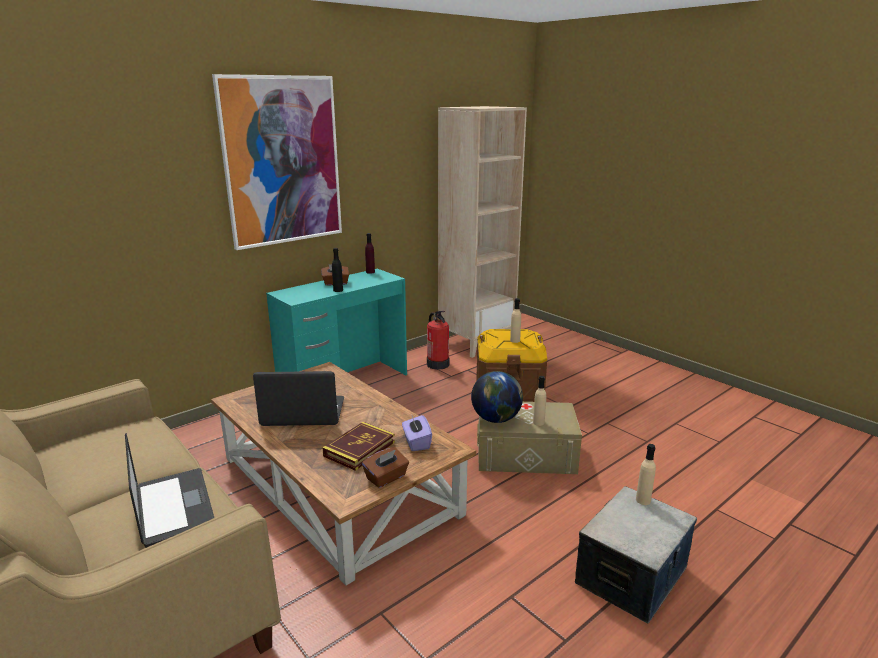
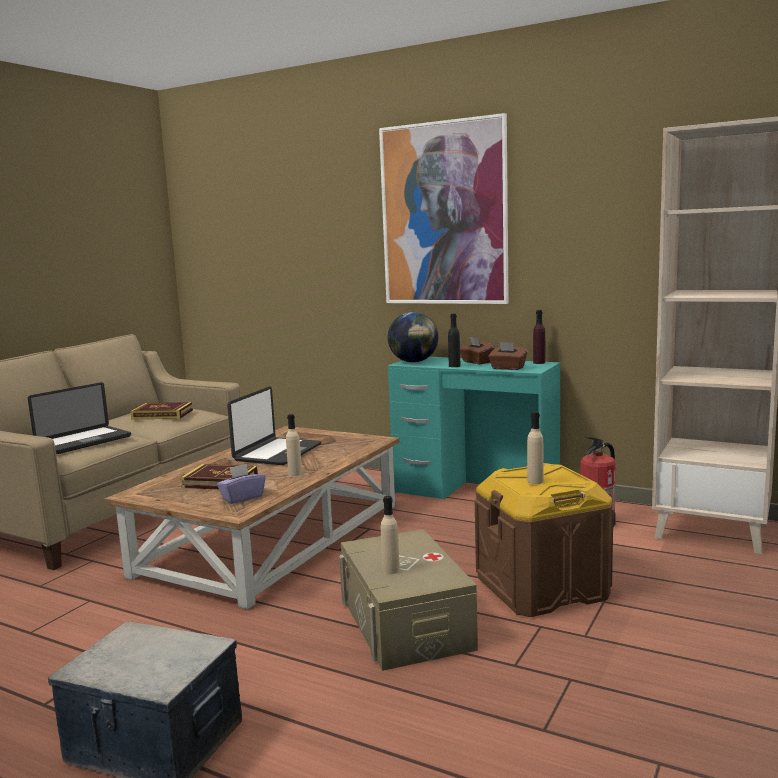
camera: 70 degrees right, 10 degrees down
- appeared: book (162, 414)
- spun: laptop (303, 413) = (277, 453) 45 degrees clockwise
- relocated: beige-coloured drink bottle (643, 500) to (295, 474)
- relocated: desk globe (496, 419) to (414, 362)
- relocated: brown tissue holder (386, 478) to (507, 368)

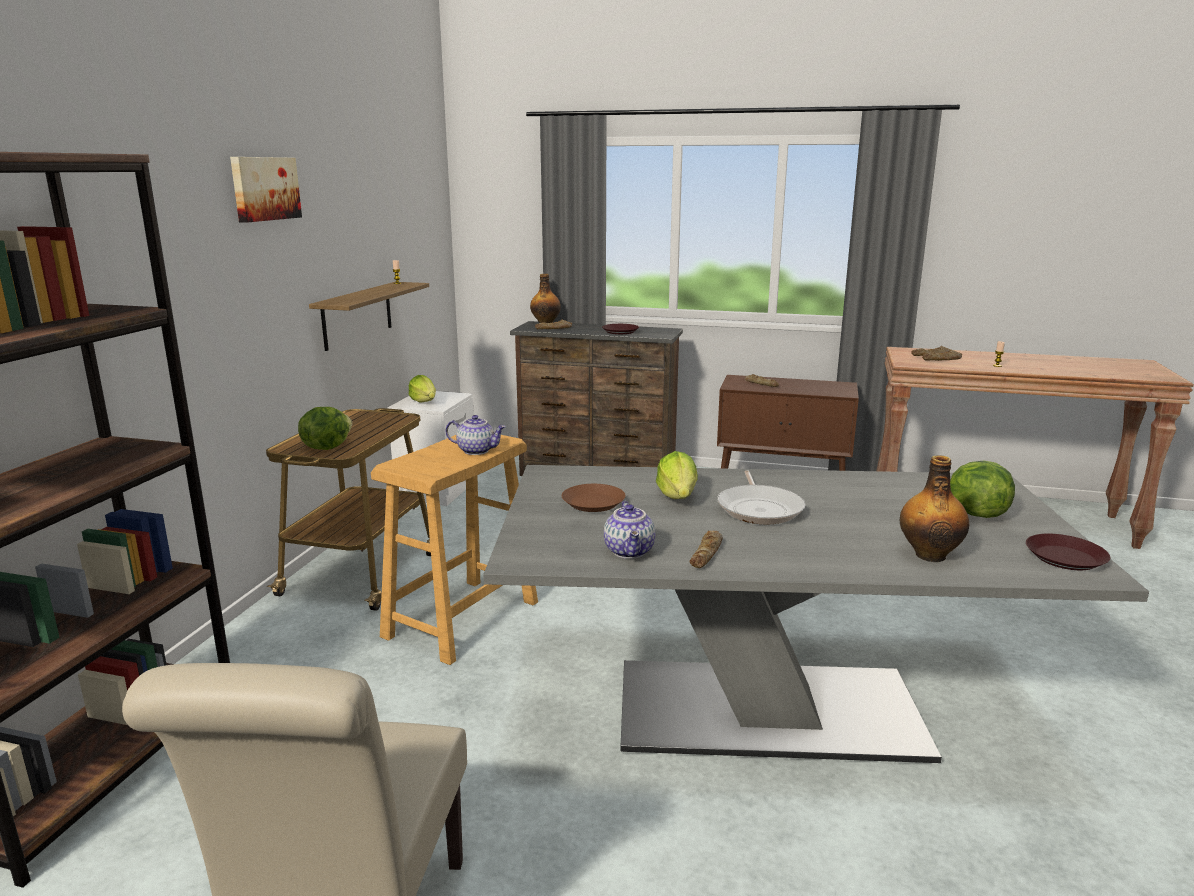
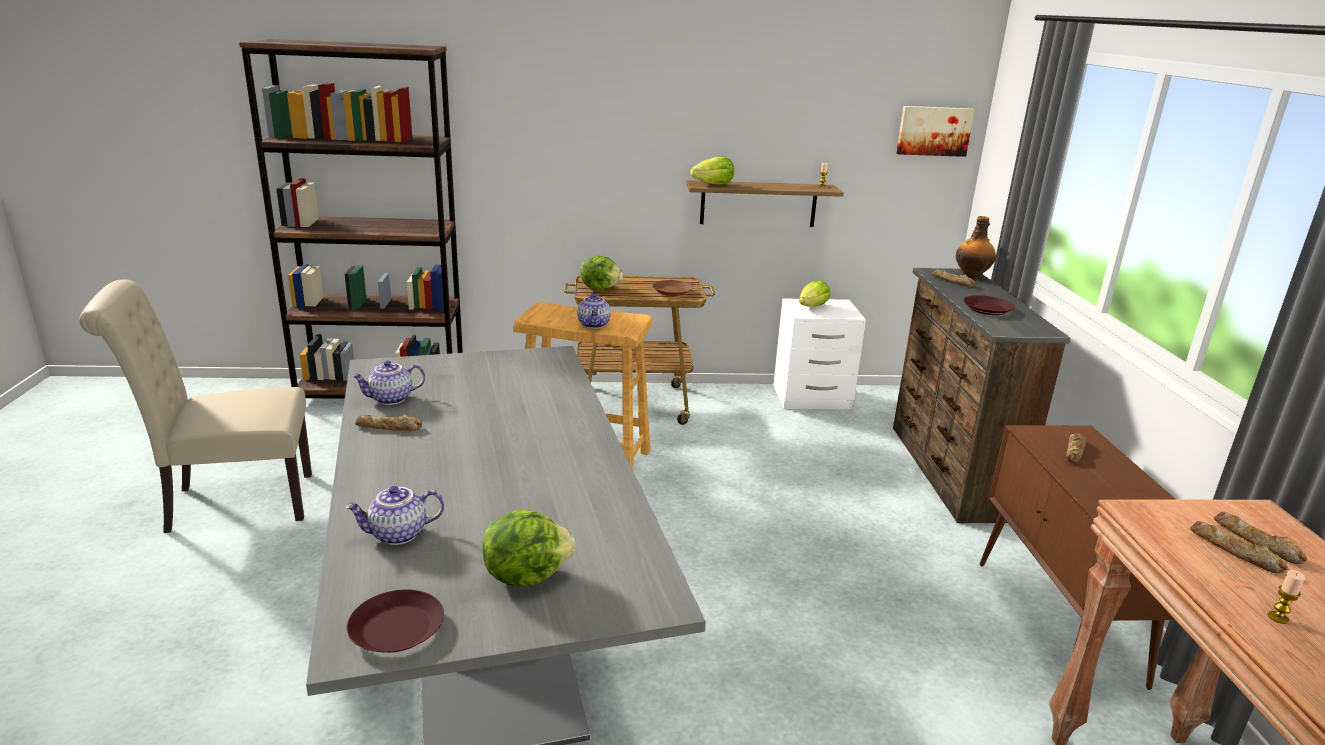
camera: 70 degrees right, 5 degrees up
- exchanged: drink bottle (929, 555) to pot for tea (398, 535)
- relocated: brown plate (593, 503) to (671, 291)
- relocated: head of lettuce (678, 497) to (713, 185)
- relocated: picture (264, 188) to (933, 131)
- missing: frying pan (759, 508)

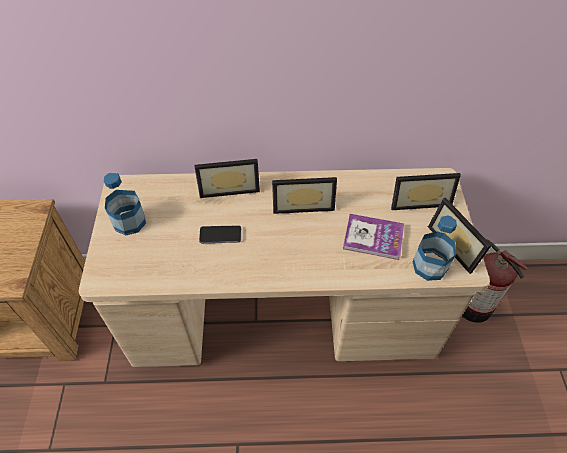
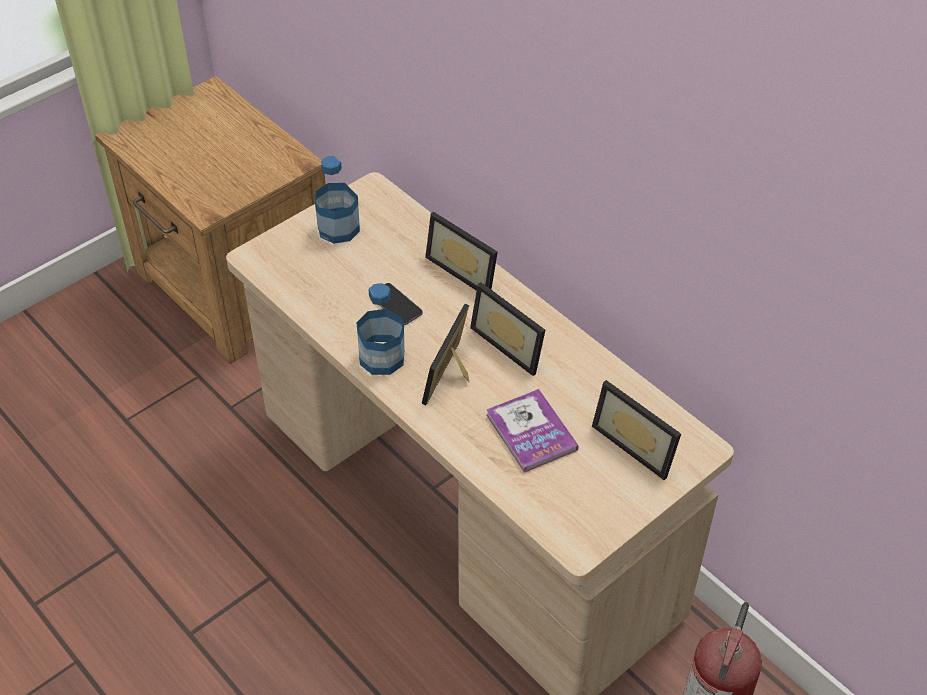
camera: 50 degrees right, 5 degrees down
- relocated: drink bottle (429, 266) to (382, 358)
- relocated: standing frame (457, 245) to (455, 376)

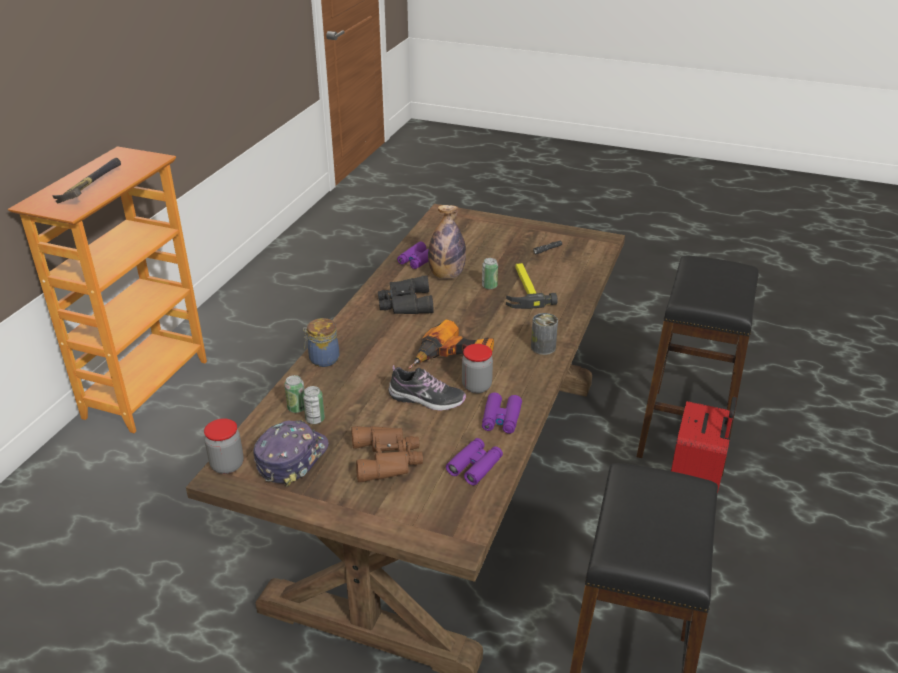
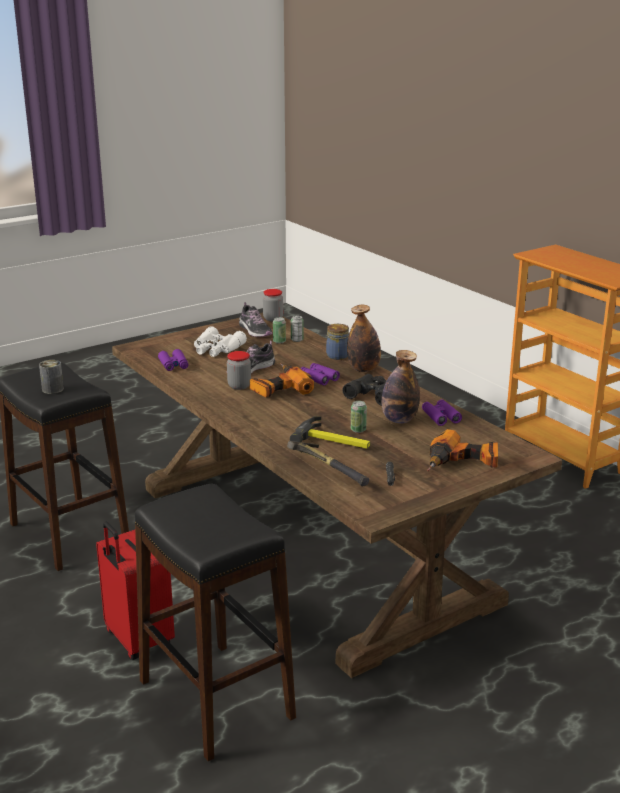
camera: 125 degrees right, 10 degrees down
- relocated: sealed can (543, 347) to (52, 389)
- colour: brown binoculars (388, 458) to whitish binoculars (216, 349)
- exchanged: cap (291, 458) to low shoe (255, 331)
- relocated: hand hammer (88, 189) to (330, 470)
- relocated: purple binoculars (501, 419) to (318, 378)
- appeared: drink bottle (364, 369)
- appeared: electric drill (462, 464)

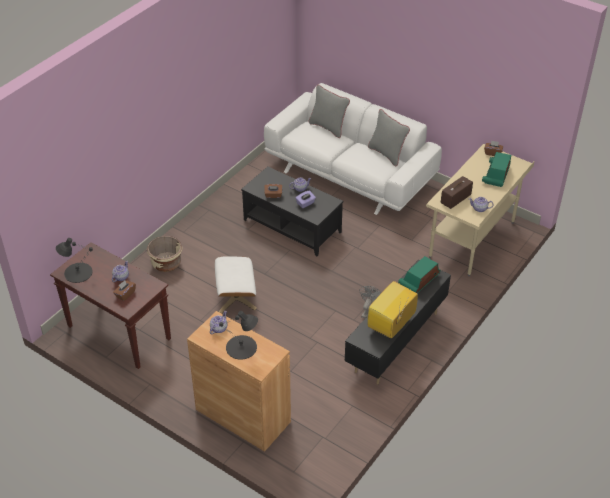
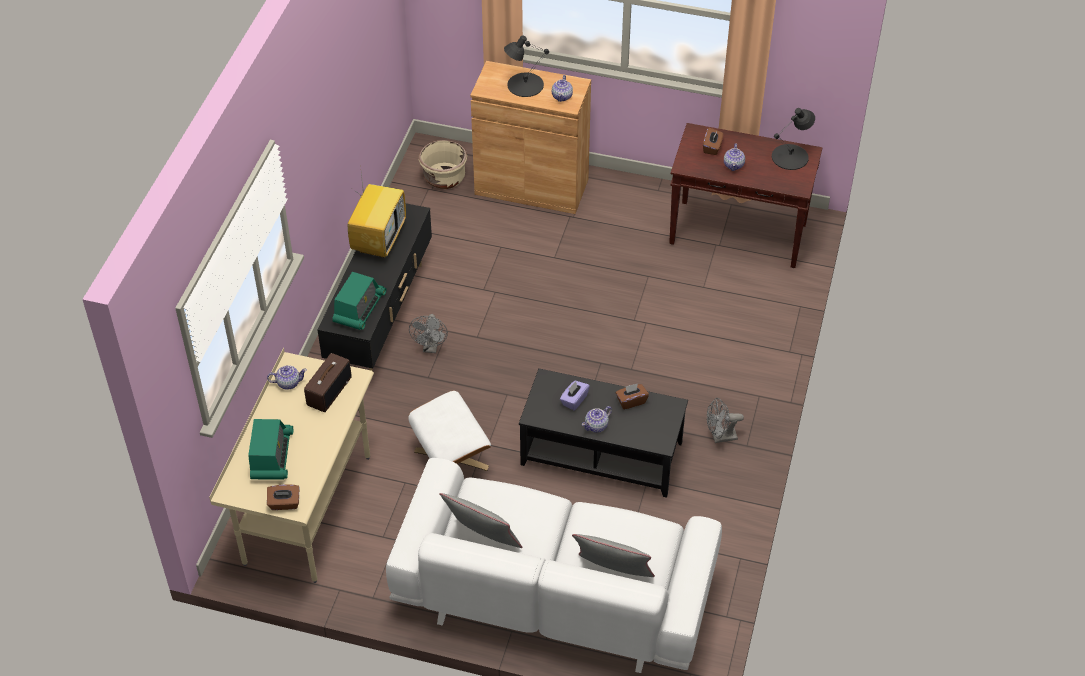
camera: 160 degrees right, 5 degrees up
- relocated: whitish footrest (236, 298) to (451, 459)
- relocated: beige-coloured planter (166, 263) to (444, 178)
- appeared: greyish fan (720, 437)

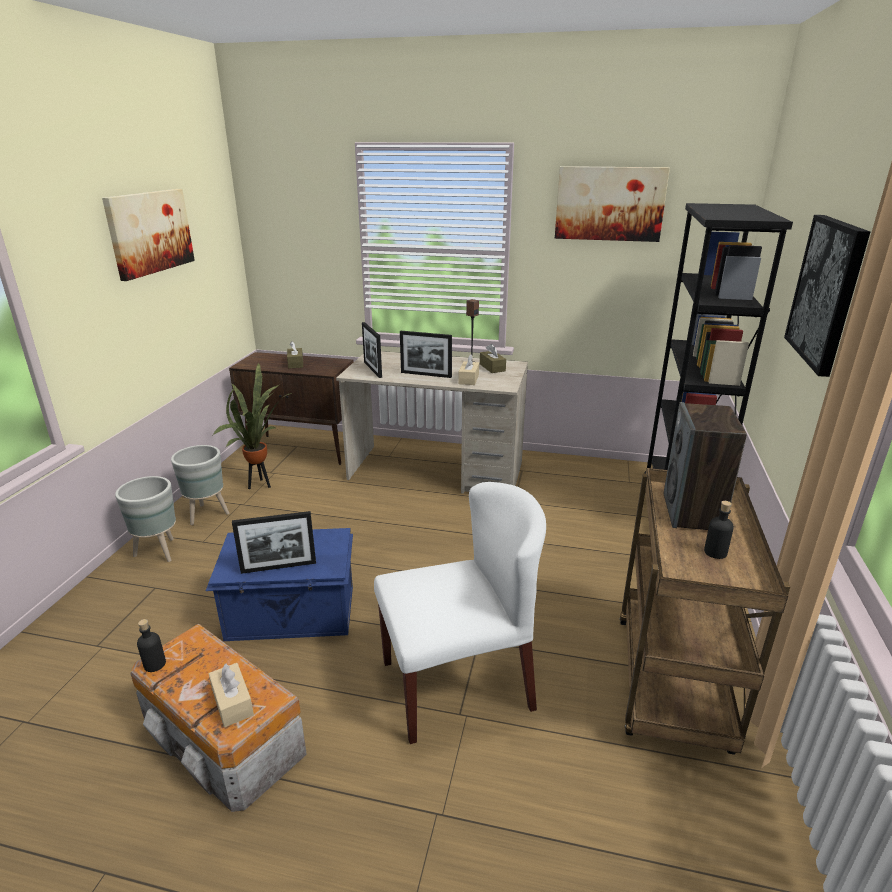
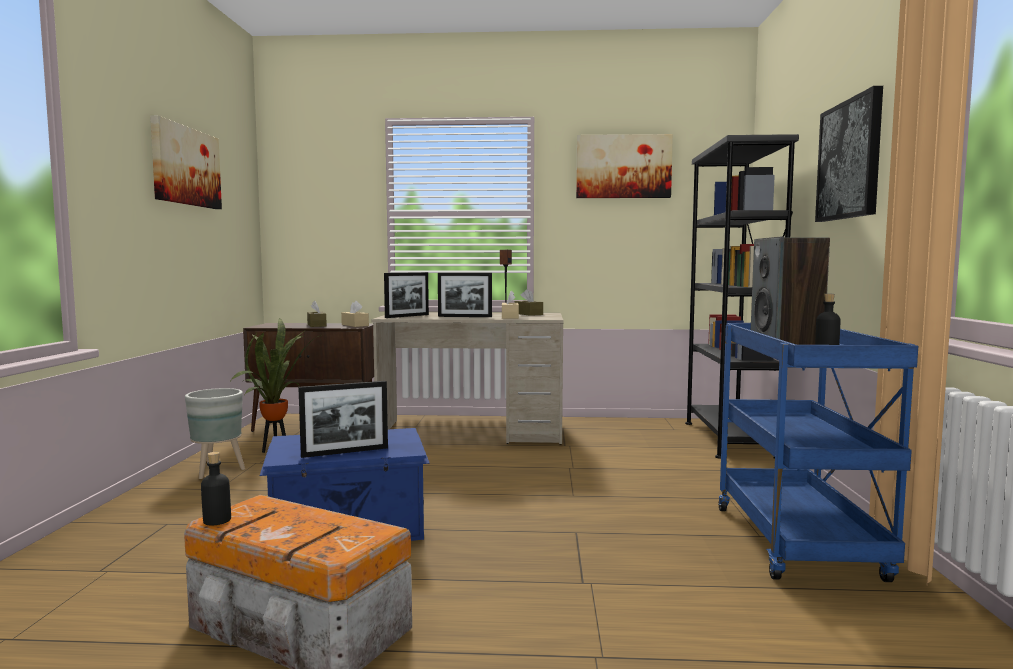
camera: 10 degrees left, 20 degrees down
- relocated: beige-coloured tissue holder (232, 702) to (355, 325)
- spun: standing frame (372, 369) = (407, 316) 105 degrees counterclockwise
- colour: brown trolley (673, 685) to blue-coloured trolley (799, 545)
- missing: greyish planter (158, 552)
- missing: whitish upright chair (457, 684)

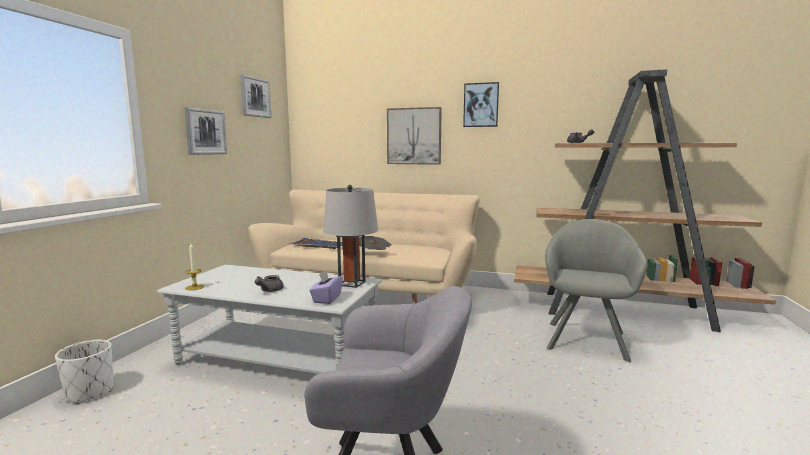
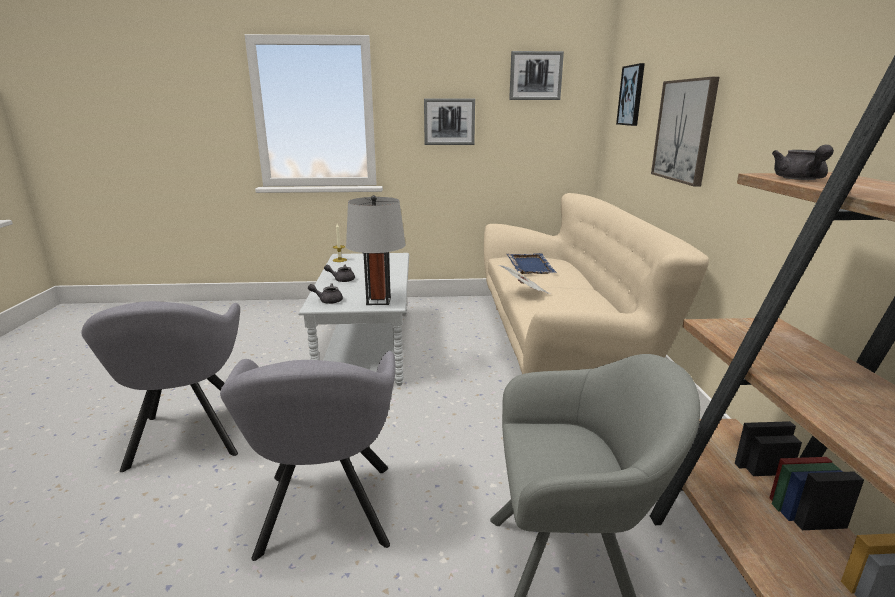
camera: 70 degrees right, 10 degrees up
- appeared: greyish easy chair (325, 515)
- exchanged: purple tissue holder (326, 299) to greyish pot for tea (328, 300)
- relocated: picture (481, 105) to (631, 95)
- missing: whitish planter (90, 392)

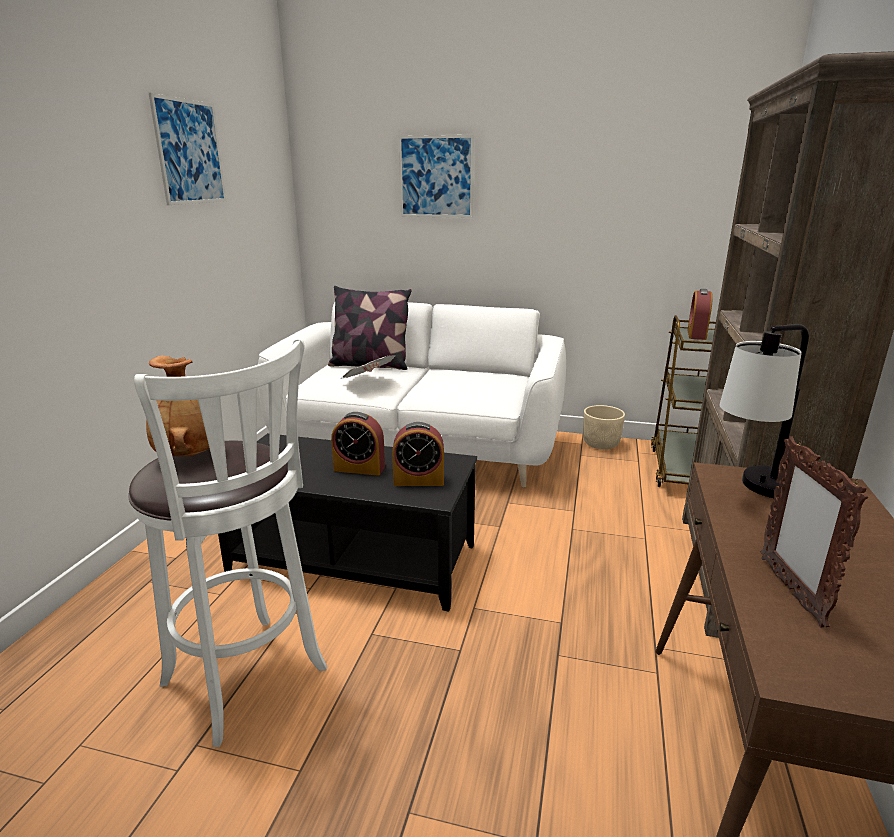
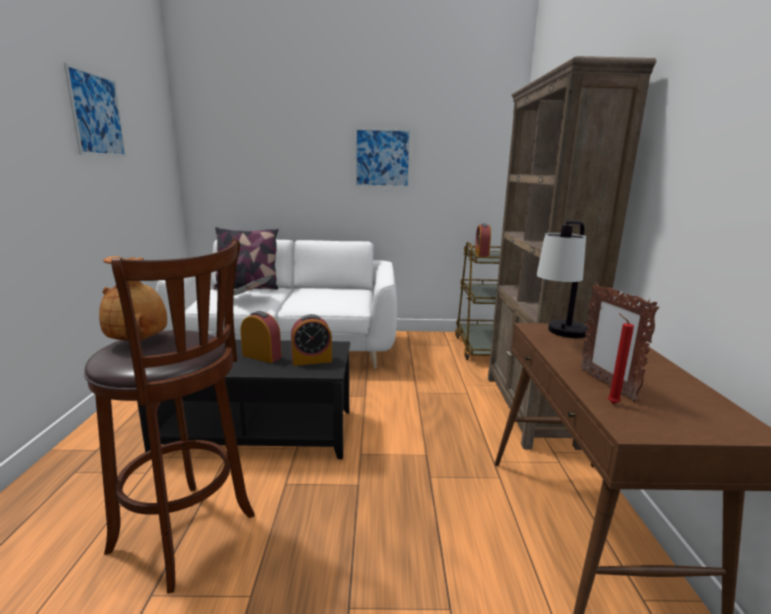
camera: 15 degrees left, 5 degrees down
- colour: whitish sitting stool (250, 680) to brown sitting stool (189, 535)
- spun: alarm clock (359, 468) = (261, 356) 150 degrees counterclockwise
- relocated: picture (436, 177) to (382, 158)
- appeared: red wax candle (611, 403)
- missing: beige-coloured planter (601, 444)

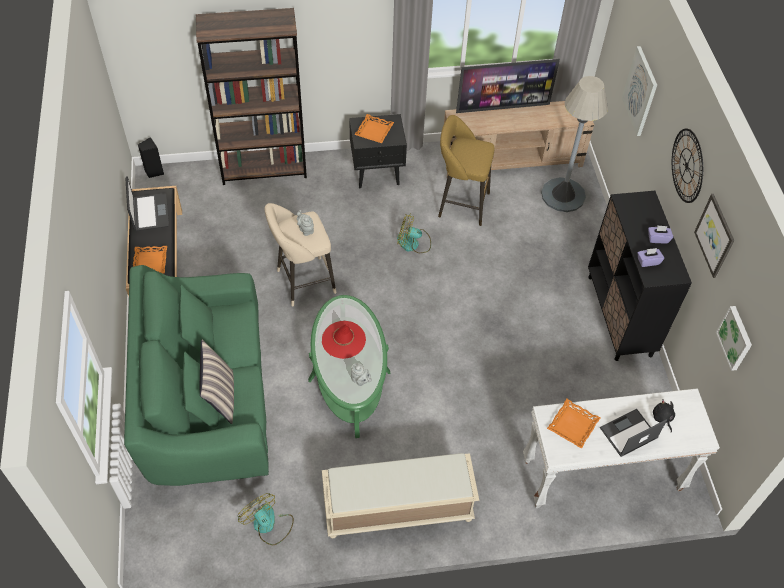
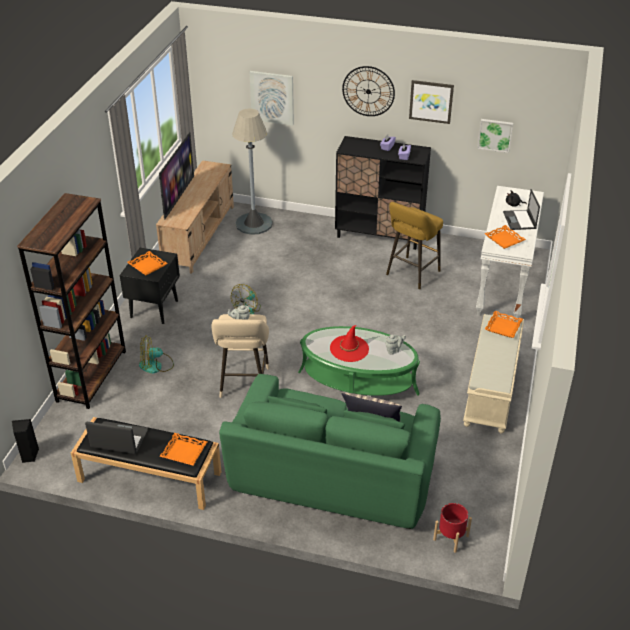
camera: 65 degrees left, 15 degrees down
- relocated: fan (268, 525) to (156, 366)
- relocated: yellowish sitting stool (460, 204) to (411, 274)
- appeared: red planter (451, 538)
- appeared: orange-coloured serving tray (503, 327)

